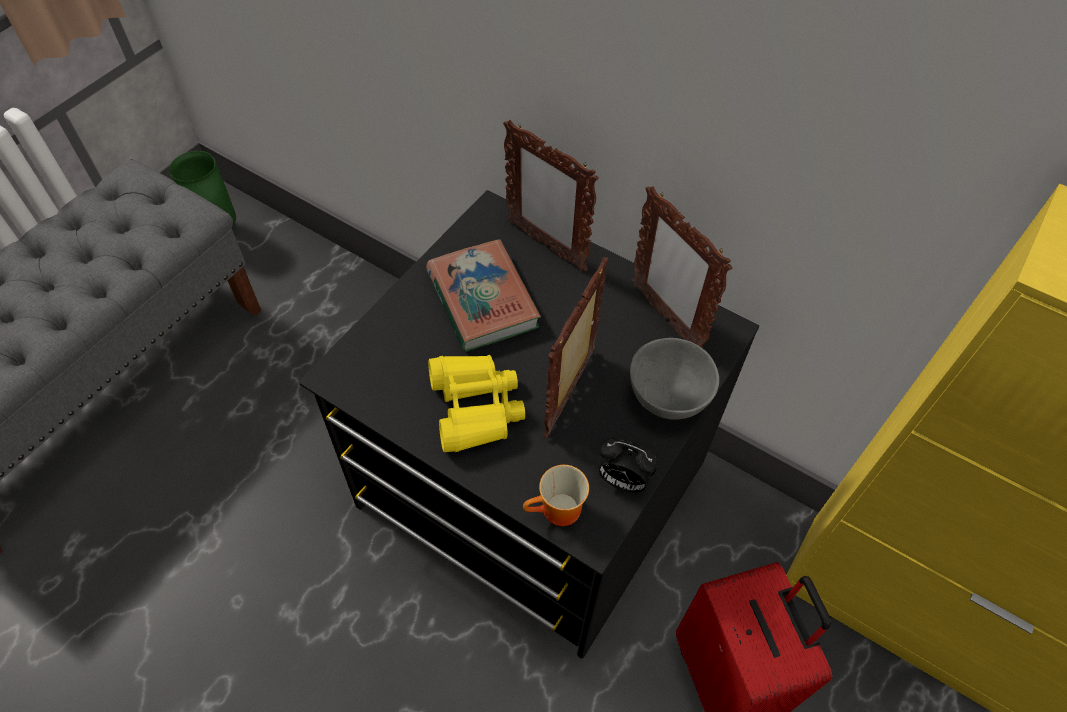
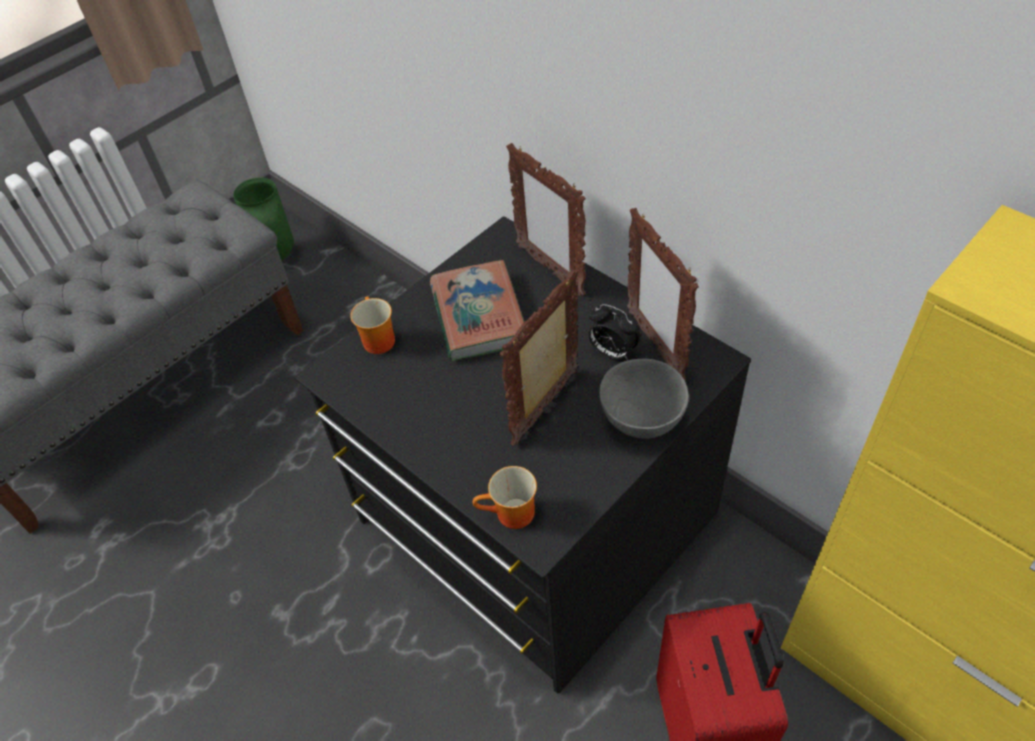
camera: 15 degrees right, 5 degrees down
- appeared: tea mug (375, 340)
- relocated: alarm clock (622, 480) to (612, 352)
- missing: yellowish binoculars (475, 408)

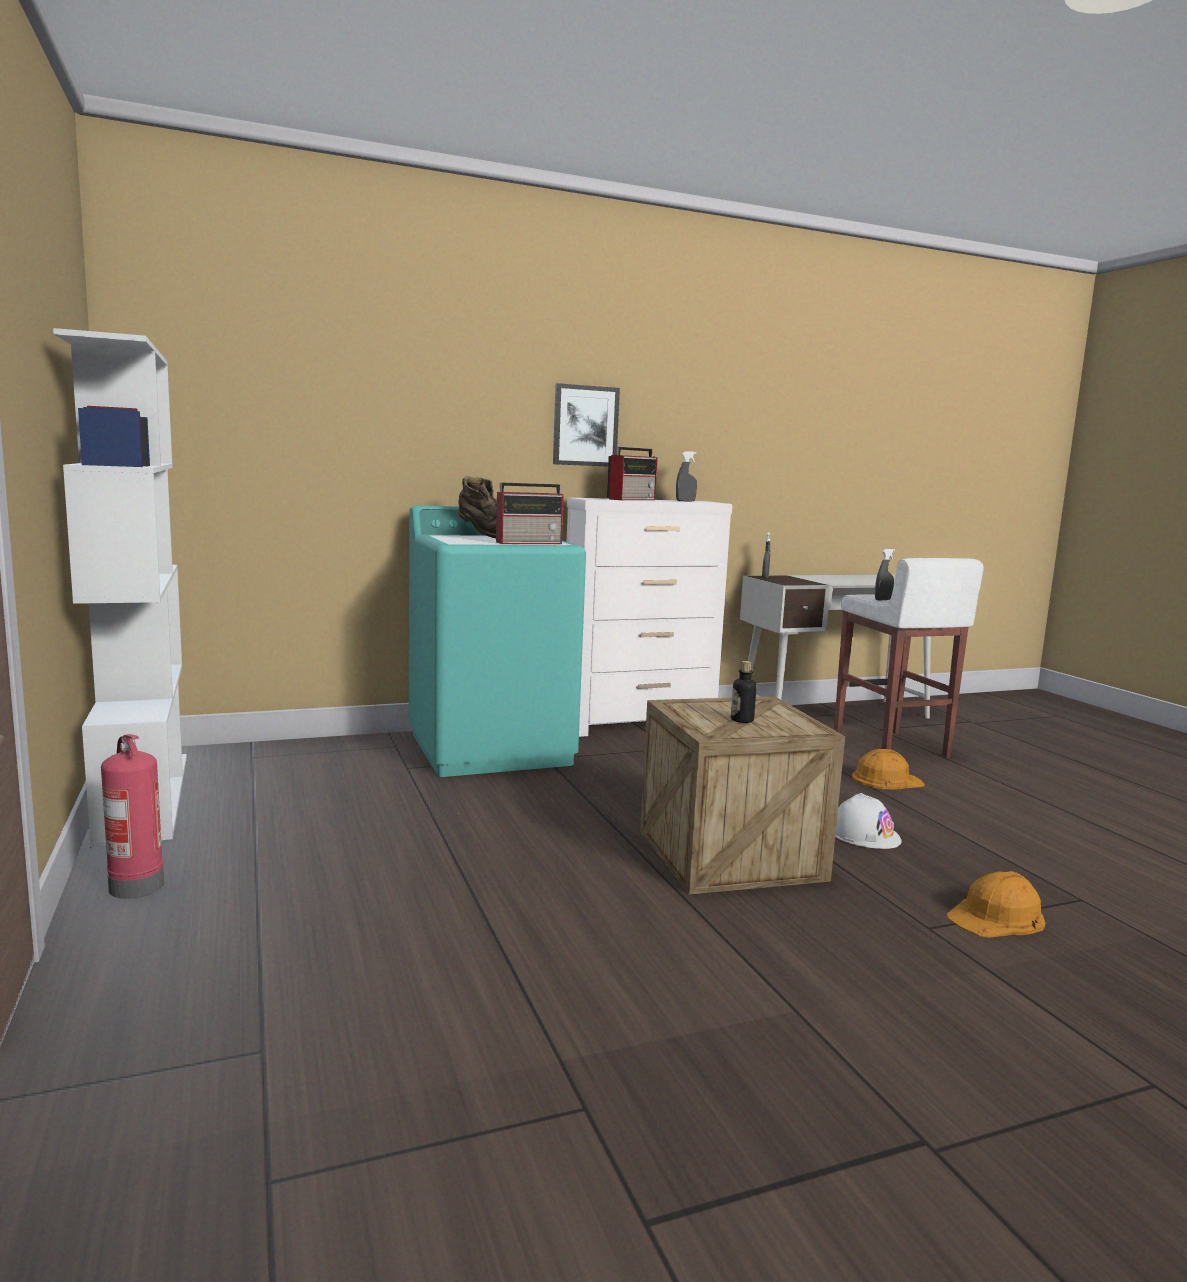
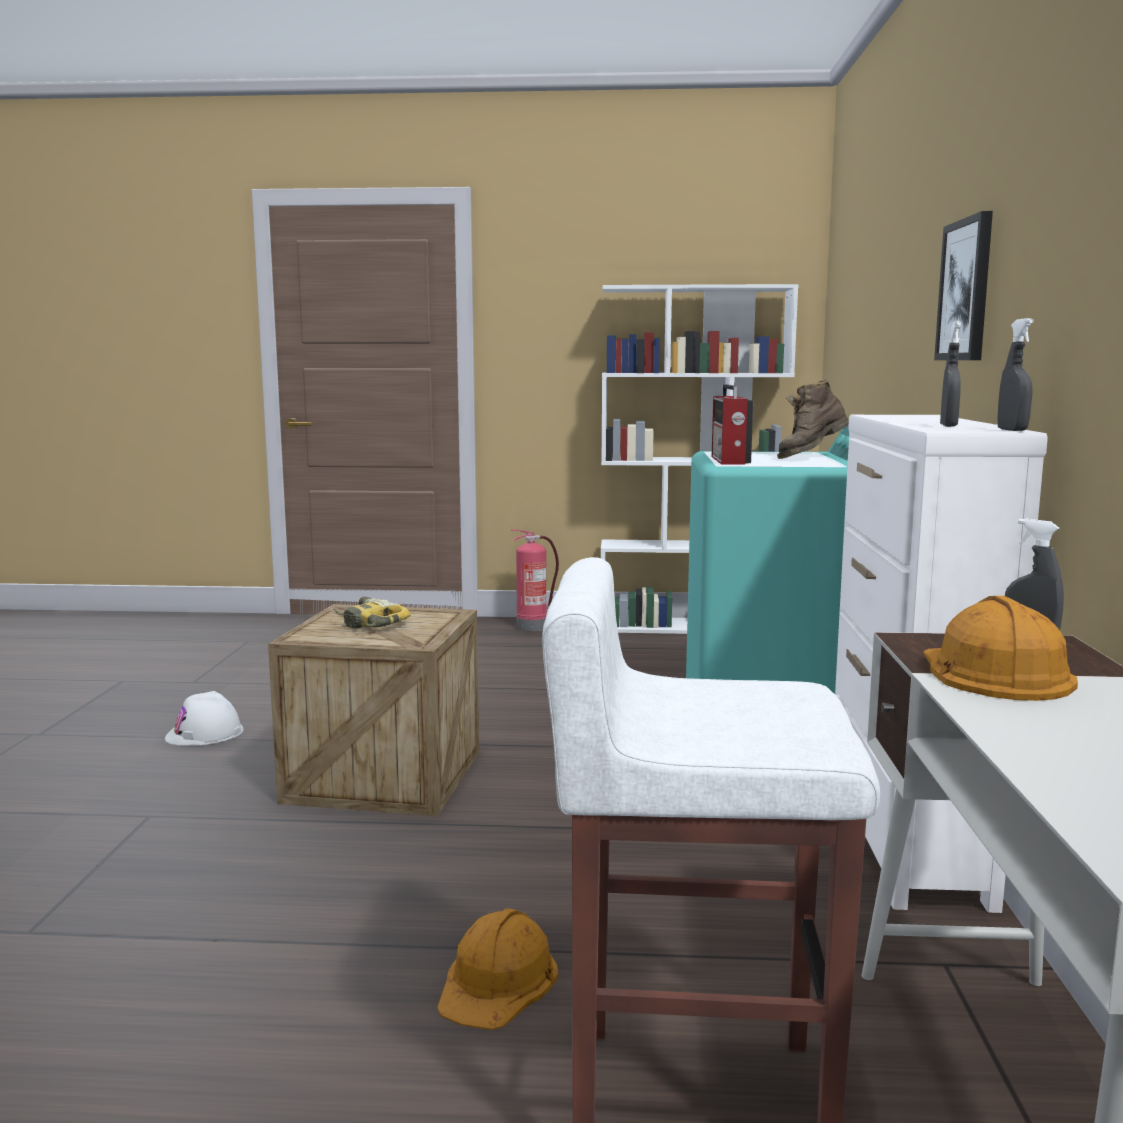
camera: 115 degrees right, 0 degrees up
- relocated: whitish hard hat (864, 834) to (205, 734)
- exchanged: drink bottle (742, 720) to electric drill (367, 623)
- relocated: orange-coloured hard hat (996, 917) to (993, 673)
- relocated: greyish sprayer (883, 600) to (1012, 430)
- missing: radio receiver (632, 499)

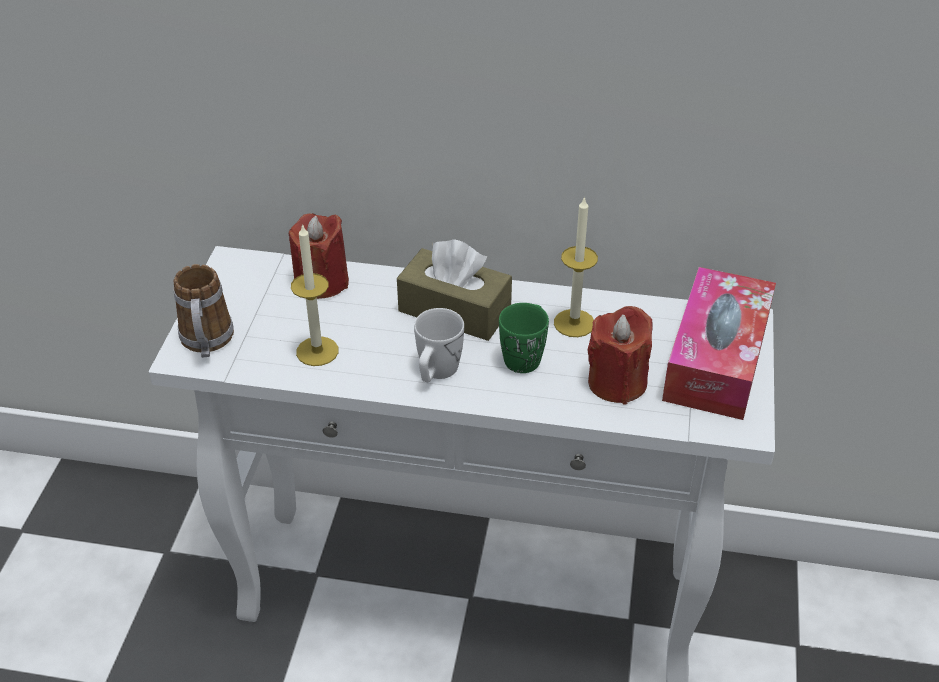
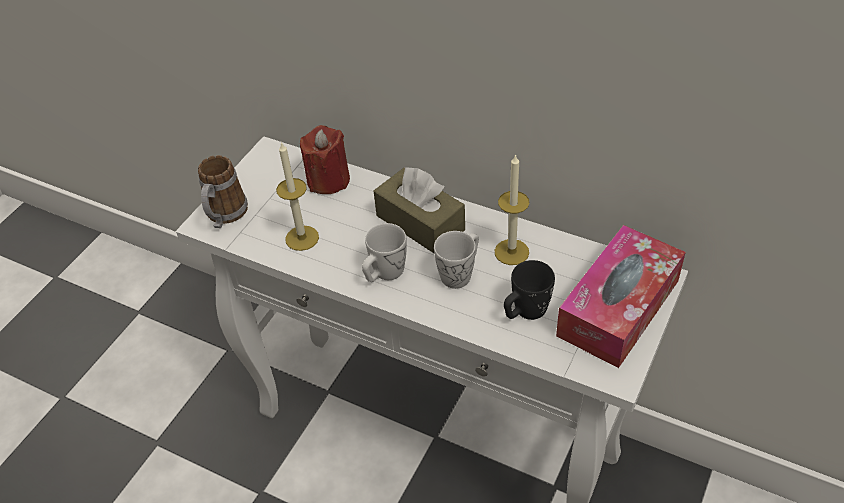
camera: 20 degrees right, 5 degrees up
- colour: greenish tea mug (525, 356) to whitish tea mug (460, 273)
- exchanged: red wax candle (617, 382) to black-coloured tea mug (525, 312)

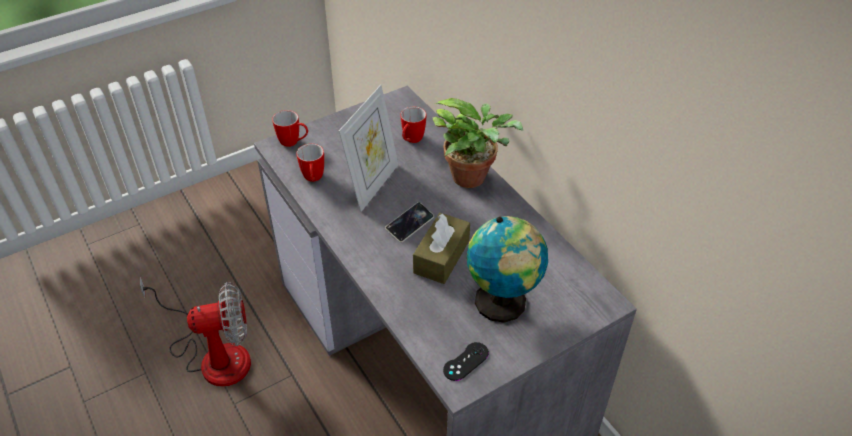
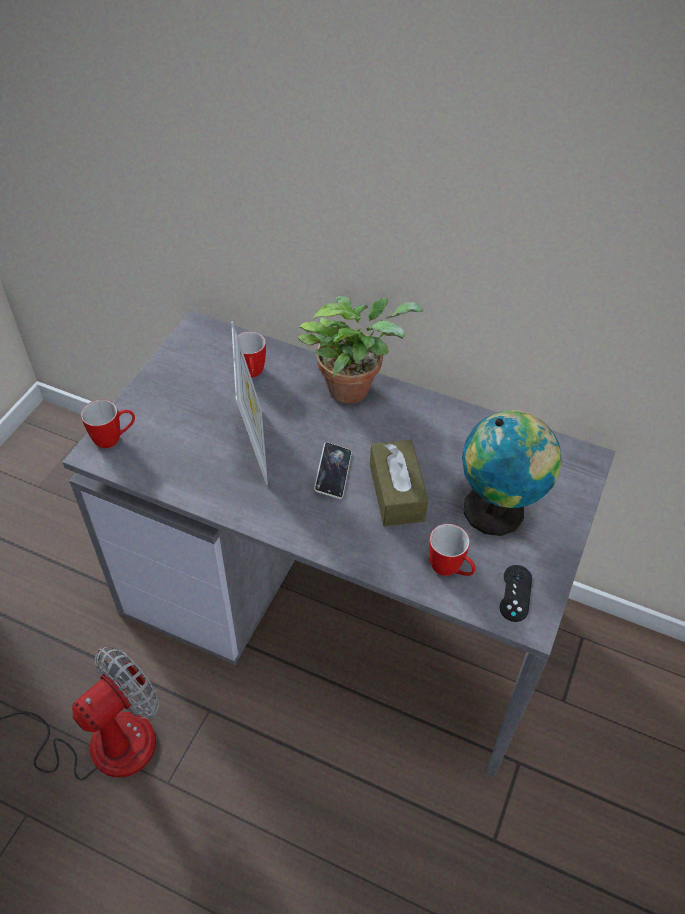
camera: 35 degrees left, 5 degrees up
- relocated: tea mug (313, 179) to (450, 570)

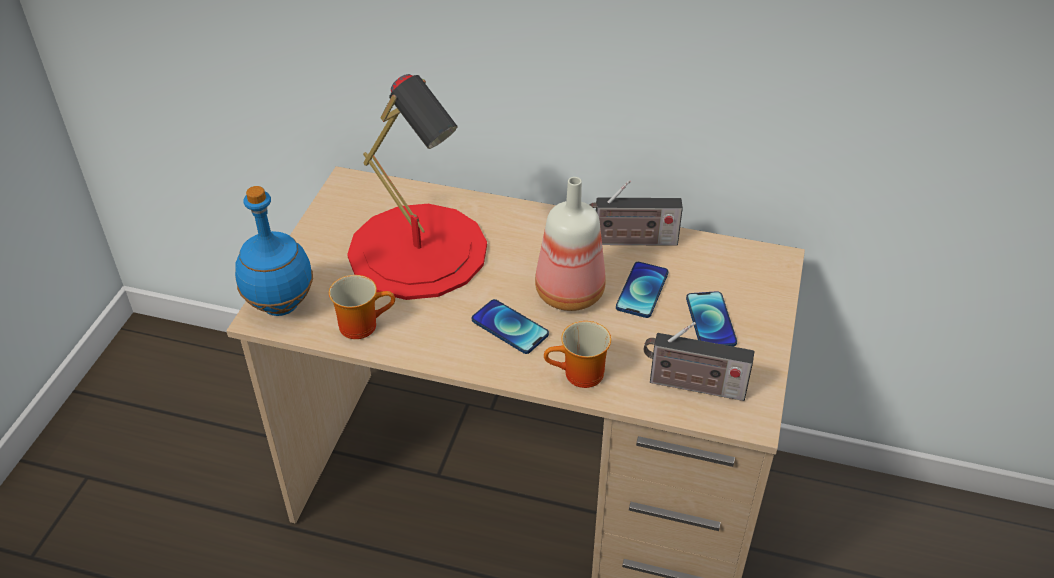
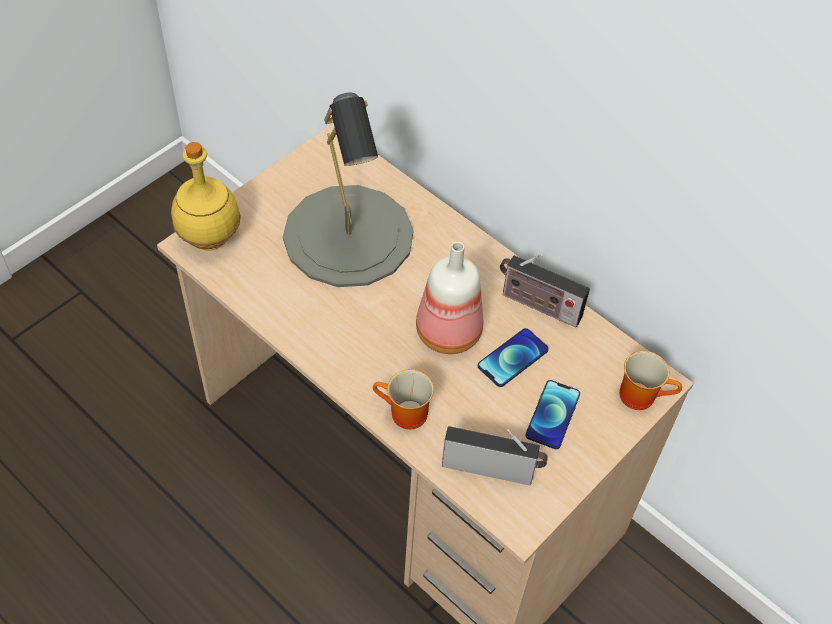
camera: 25 degrees right, 10 degrees up
- colour: blue-coloured drink bottle (279, 305) to yellowish drink bottle (209, 239)
- colour: red lamp for a table (418, 251) to greyish lamp for a table (349, 235)
- spun: radio receiver (692, 386) = (492, 469) 150 degrees clockwise
- relocated: tea mug (362, 323) to (641, 394)
- missing: handset (509, 327)

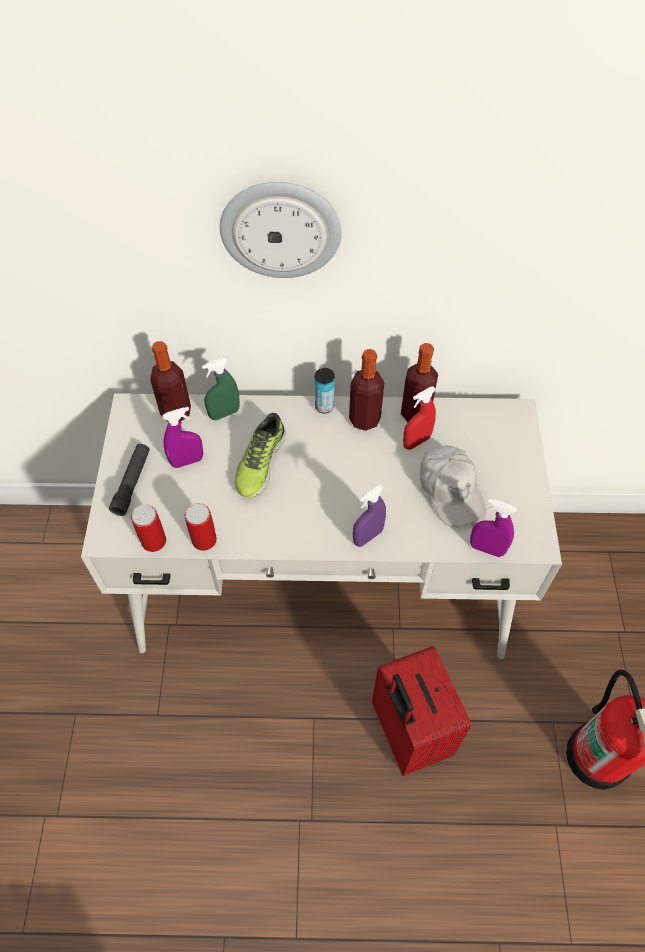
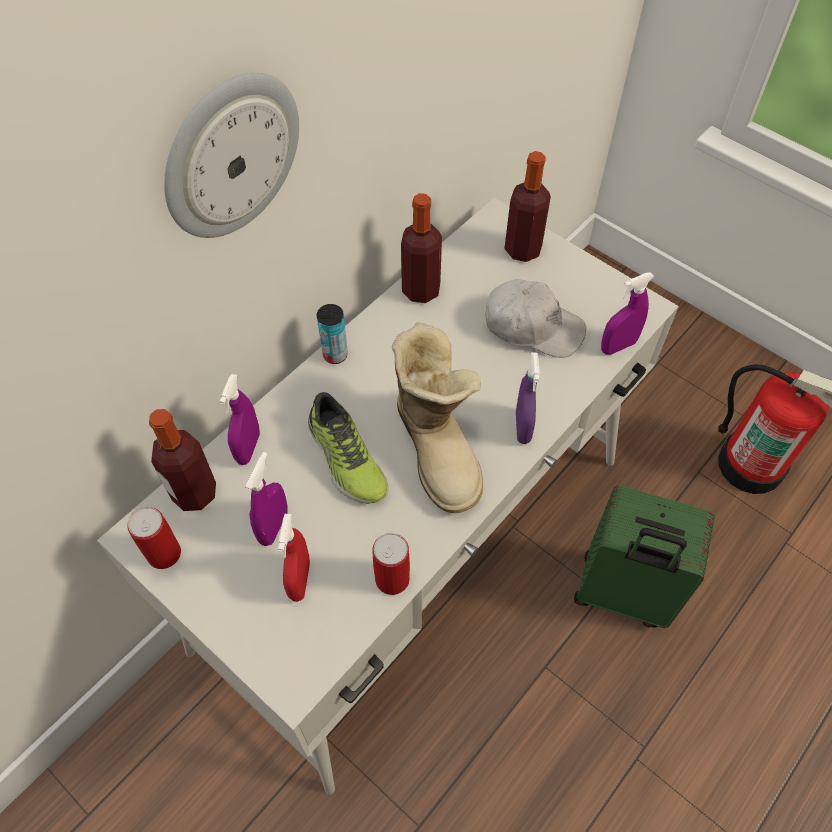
camera: 50 degrees left, 0 degrees up
- relocated: sealed can (154, 541) to (164, 553)
- colour: greenish sprayer (224, 413) to purple sprayer (248, 448)
- relocated: red sprayer (416, 441) to (300, 580)
- appeared: boot (439, 447)
- relocated: drink bottle (364, 419) to (522, 249)
- colour: red suitcase (407, 732) to greenish suitcase (621, 593)
- missing: black-coloured flashlight (132, 483)

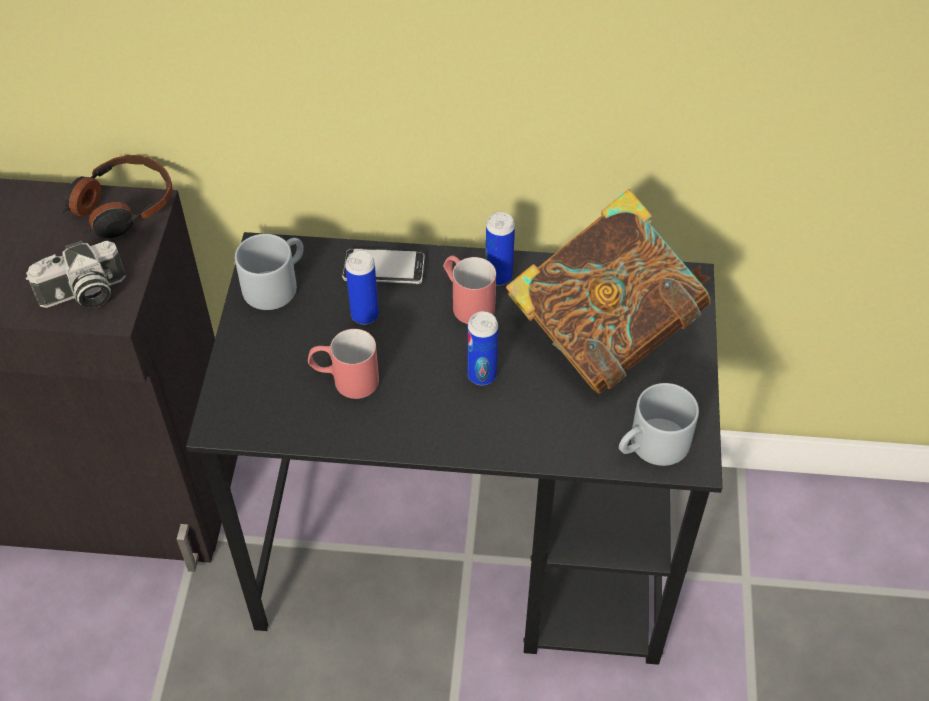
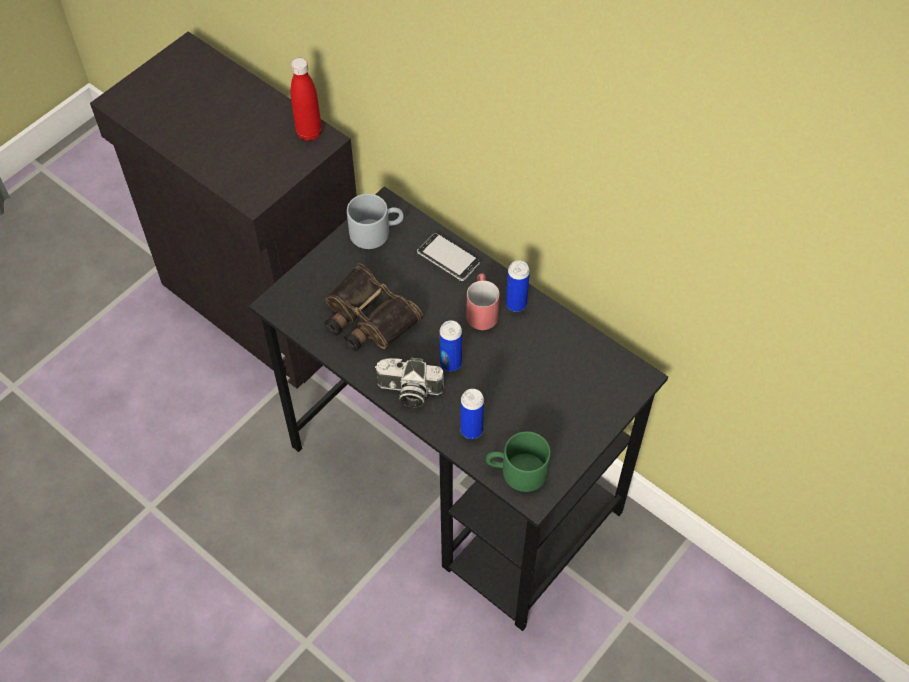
camera: 35 degrees right, 5 degrees up
- exchanged: headset (121, 207) to red drink bottle (309, 133)
- exchanged: red tea mug (345, 380) to binoculars (367, 318)
- relocated: still camera (84, 295) to (408, 392)
- relocated: sealed can (365, 315) to (471, 430)
- colour: greyish tea mug (652, 446) to greenish tea mug (516, 472)
- missing: book (604, 334)

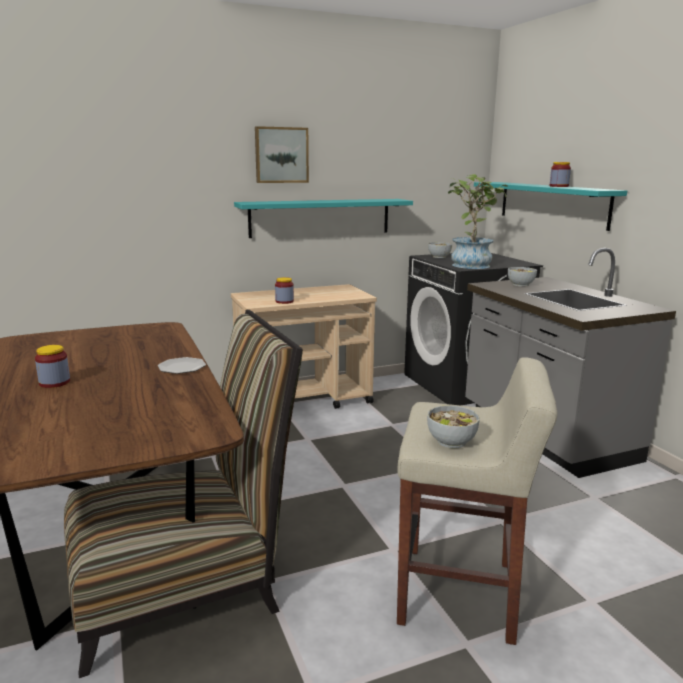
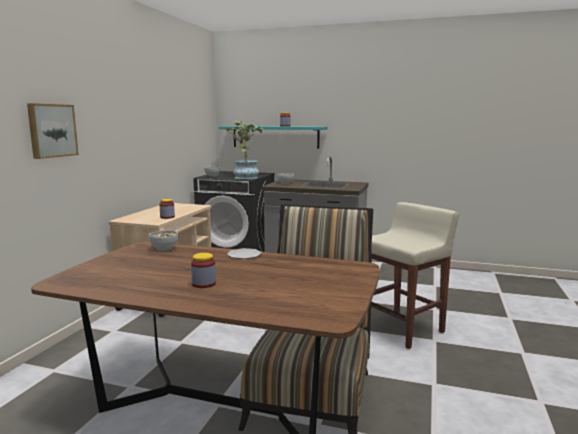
camera: 50 degrees left, 5 degrees down
- relocated: picture (281, 155) to (51, 130)
- relocated: bowl (451, 441) to (164, 248)
- missing: turquoise shelf (320, 217)

